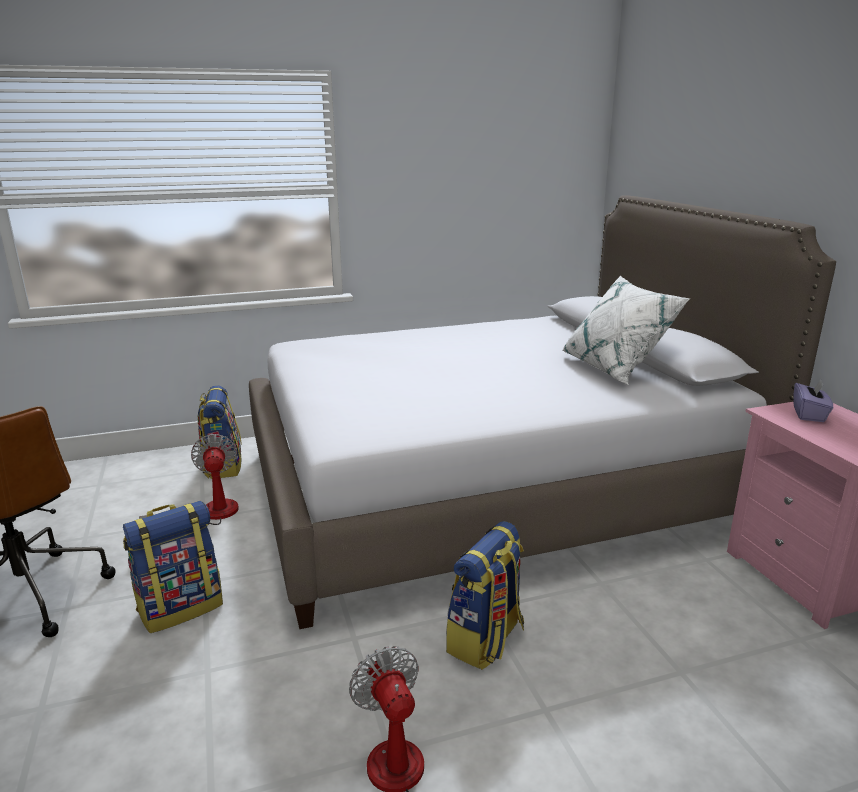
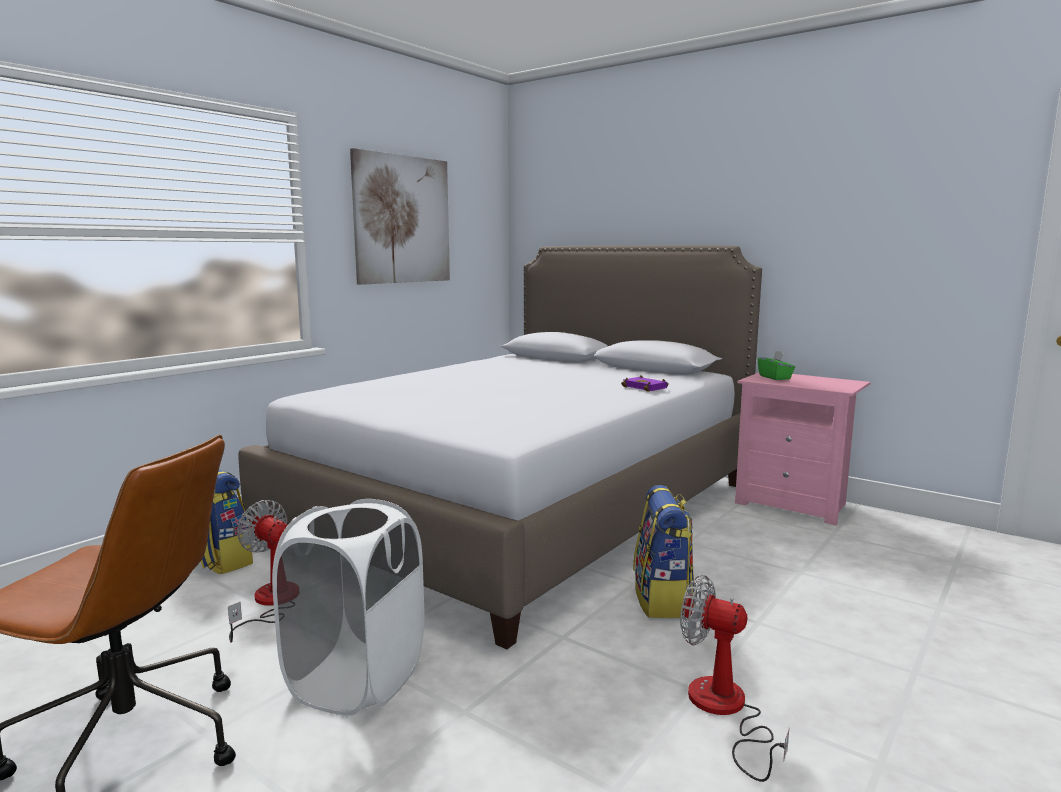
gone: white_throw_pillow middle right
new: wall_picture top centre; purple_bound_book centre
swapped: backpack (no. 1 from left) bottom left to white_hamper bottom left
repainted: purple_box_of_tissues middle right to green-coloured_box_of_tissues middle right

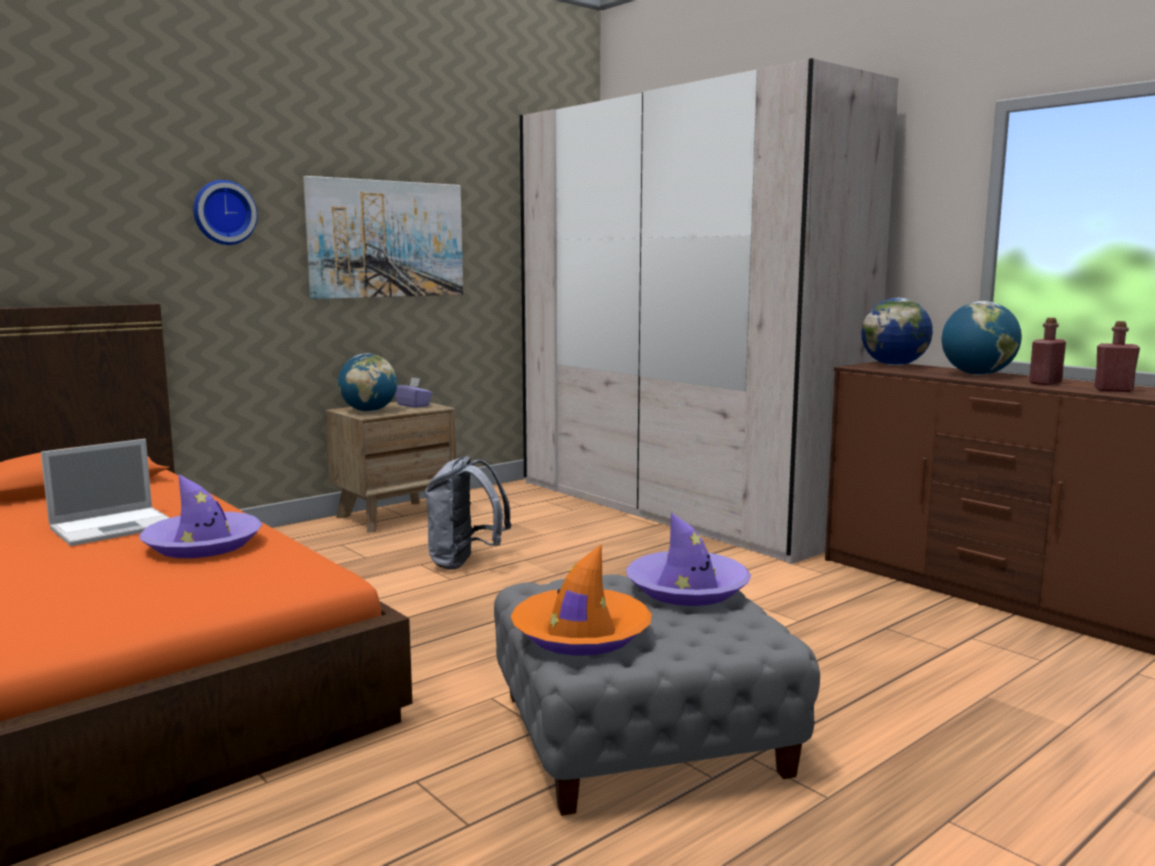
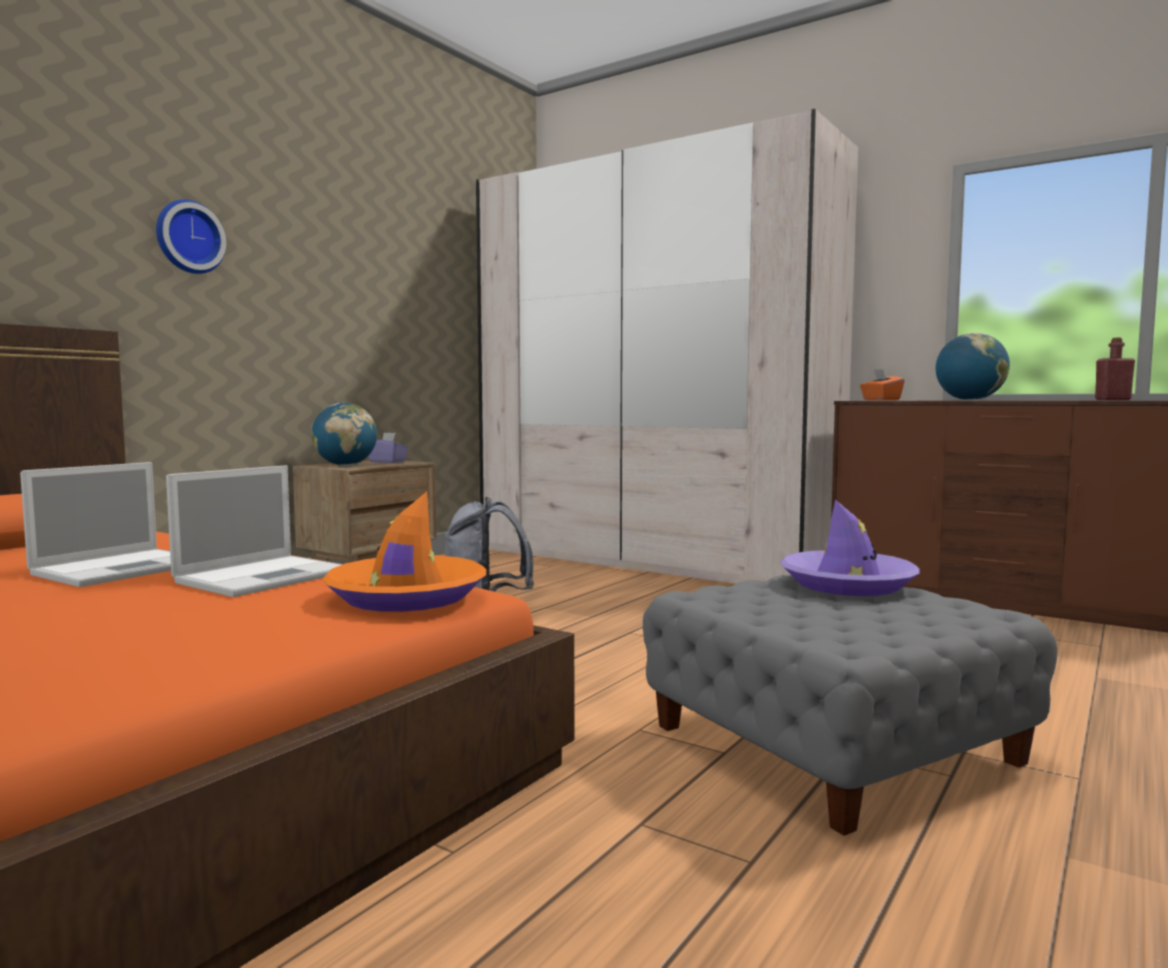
gone: wall_picture top left; red-coloured_drink_bottle (no. 1 from left) middle right
shifted: orange_clothing_hat bottom centre to centre
swapped: desk_globe (no. 2 from left) middle right to orange_box_of_tissues middle right; purple_clothing_hat (no. 1 from left) middle left to laptop (no. 2 from left) middle left

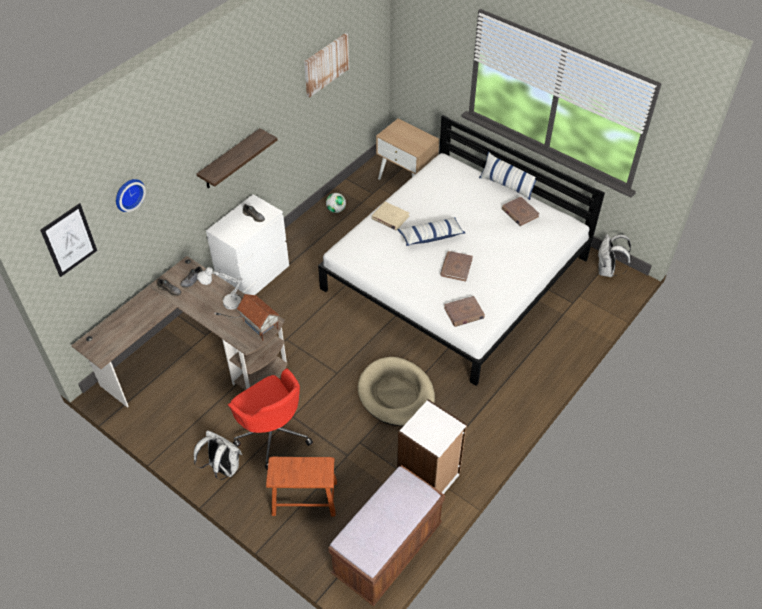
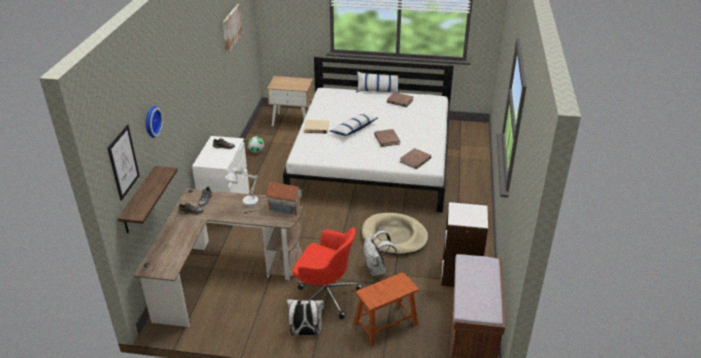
shifted: wall_shelf top left to middle left; white_backpack (no. 2 from left) middle right to bottom centre

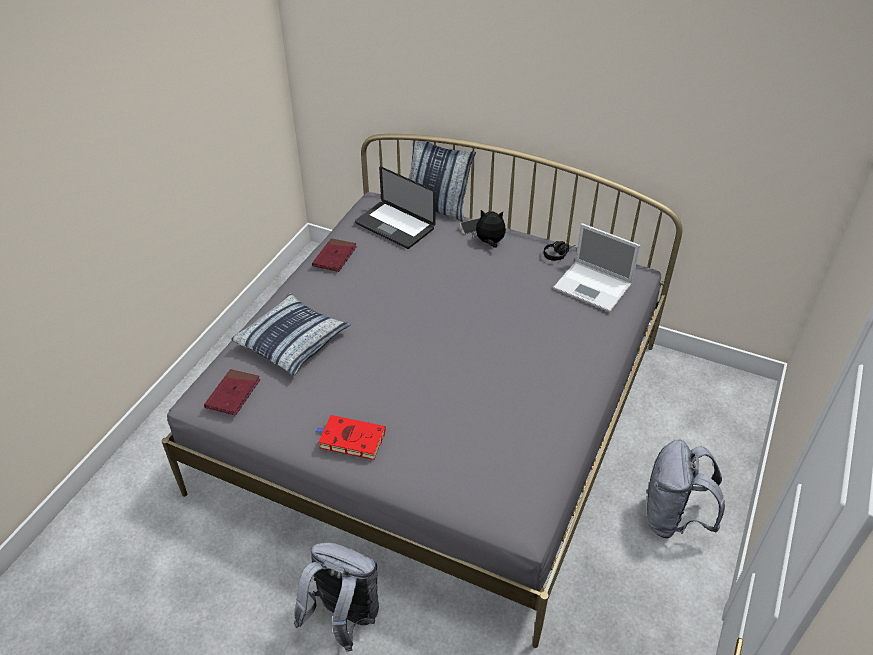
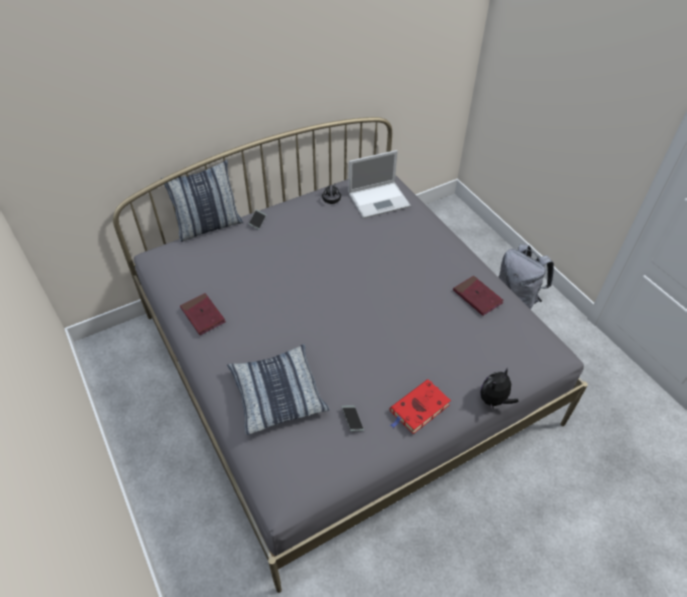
gone: laptop (no. 1 from left) top centre; greyish_backpack (no. 1 from left) bottom centre
new: phone (no. 2 from left) bottom centre
shifted: cuddly_toy centre to middle right; red-coloured_bound_book (no. 1 from left in the first image) middle left to red-coloured_bound_book (no. 3 from left) middle right

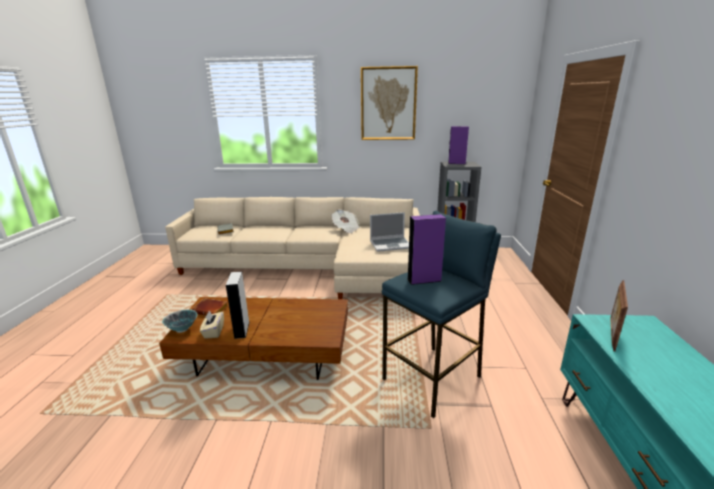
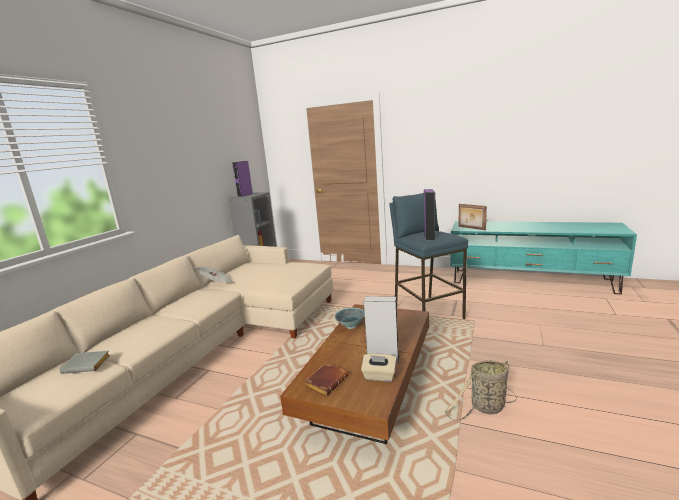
gone: wall_picture top centre; laptop centre
new: basket bottom right
shifted: bowl middle left to centre

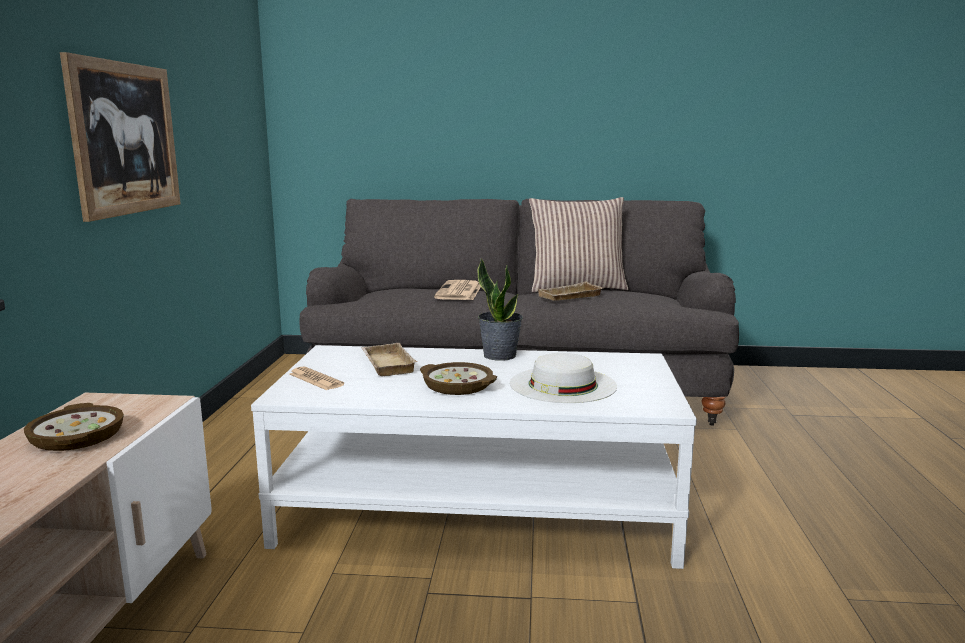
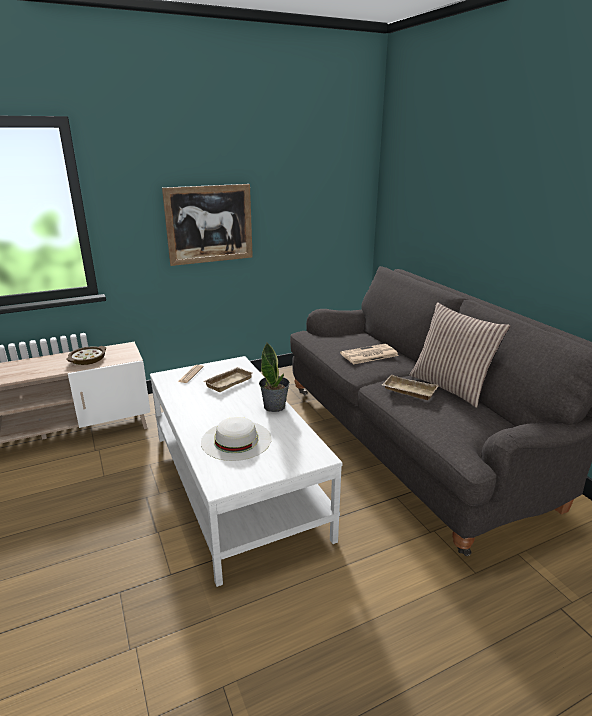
gone: bowl (no. 2 from left) centre

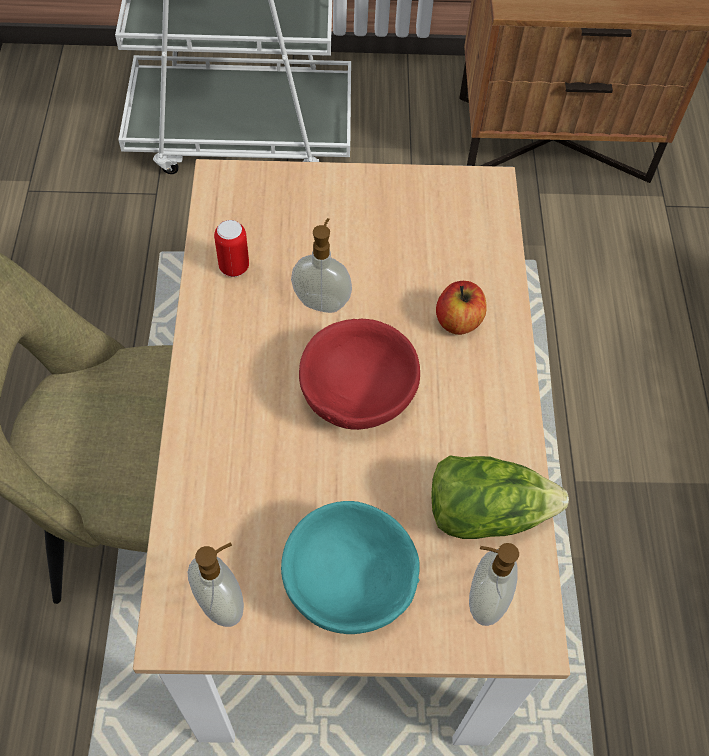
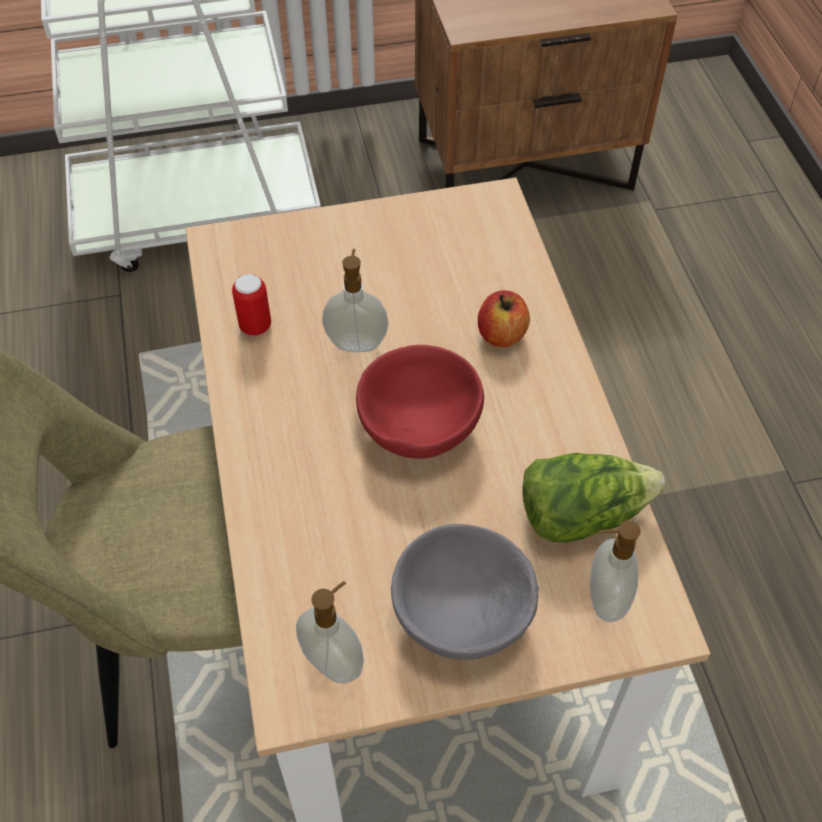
repainted: turquoise_bowl bottom centre to greyish_bowl bottom centre

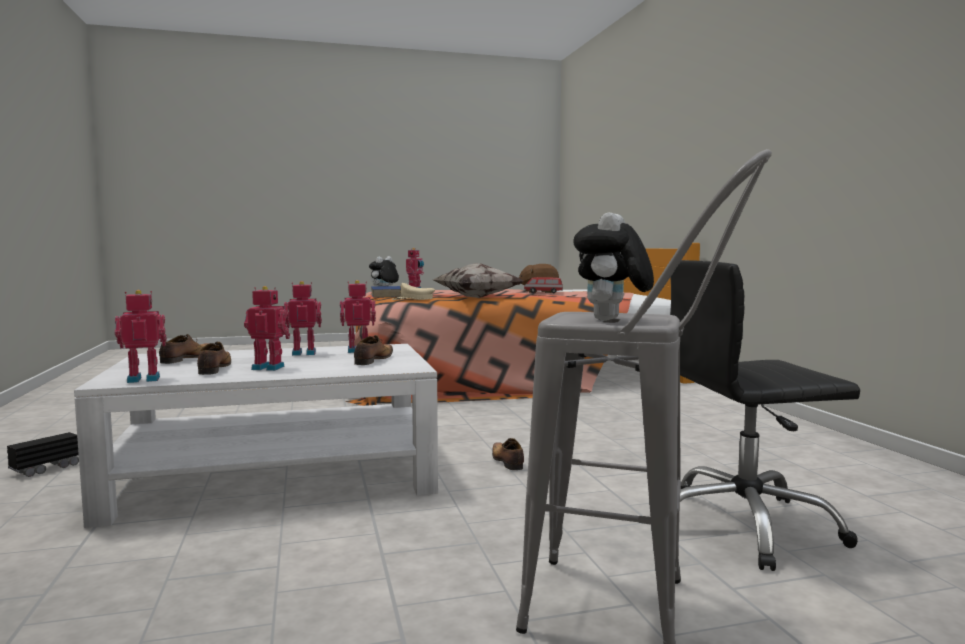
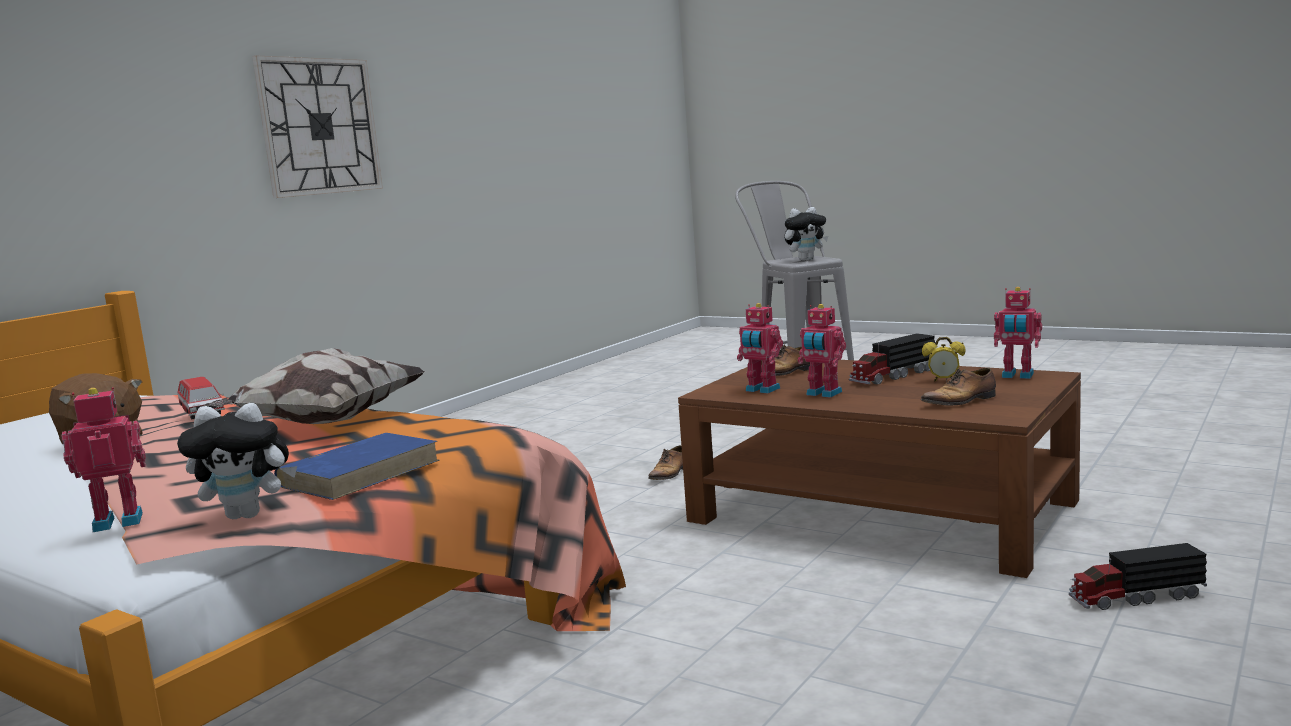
gone: black_office_chair middle right; sand-coloured_cap centre
new: wall_clock top left
swapped: toy_robot (no. 2 from left) middle left to toy_truck (no. 1 from left) middle right; item_of_footwear (no. 2 from left) middle left to alarm_clock middle right
repainted: white_low_table bottom left to brown-coloured_low_table middle right

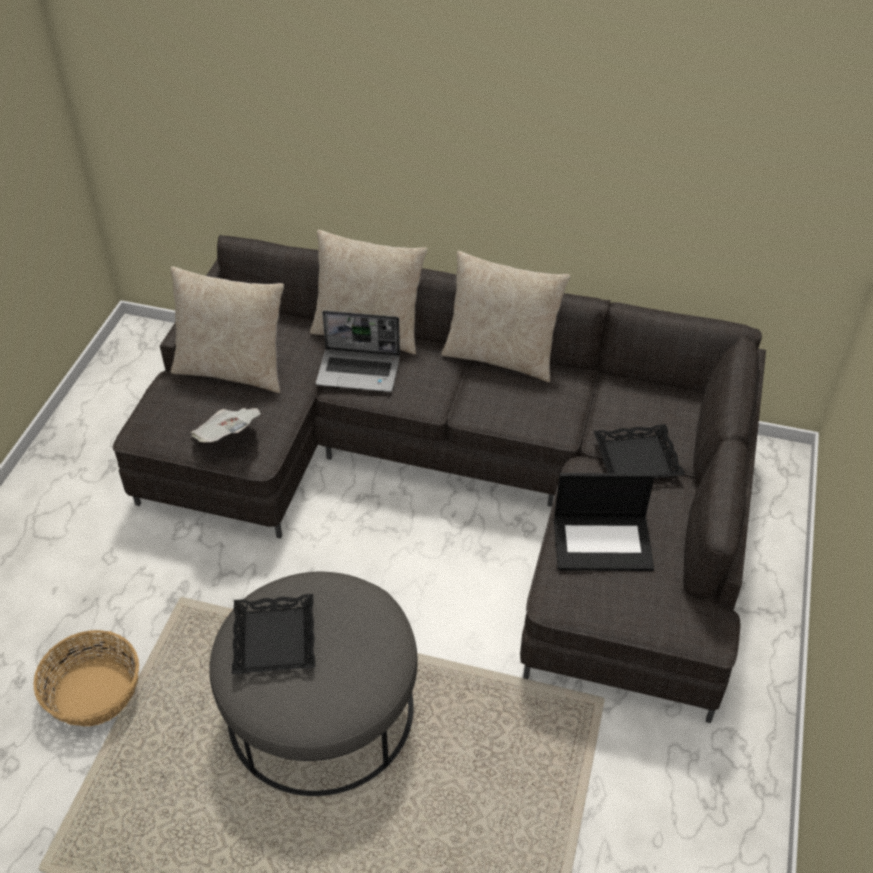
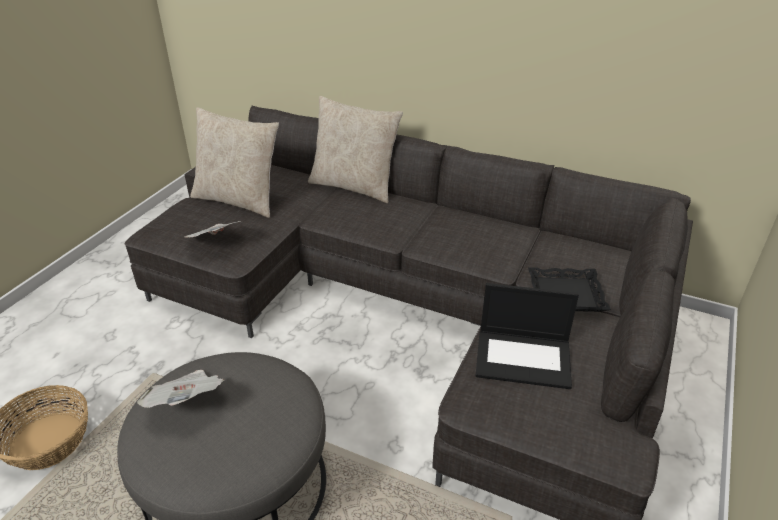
gone: sand-coloured_throw_pillow (no. 3 from left) centre; laptop (no. 1 from left) centre
swapped: black_serving_tray (no. 1 from left) bottom left to newspaper (no. 1 from left) bottom left

